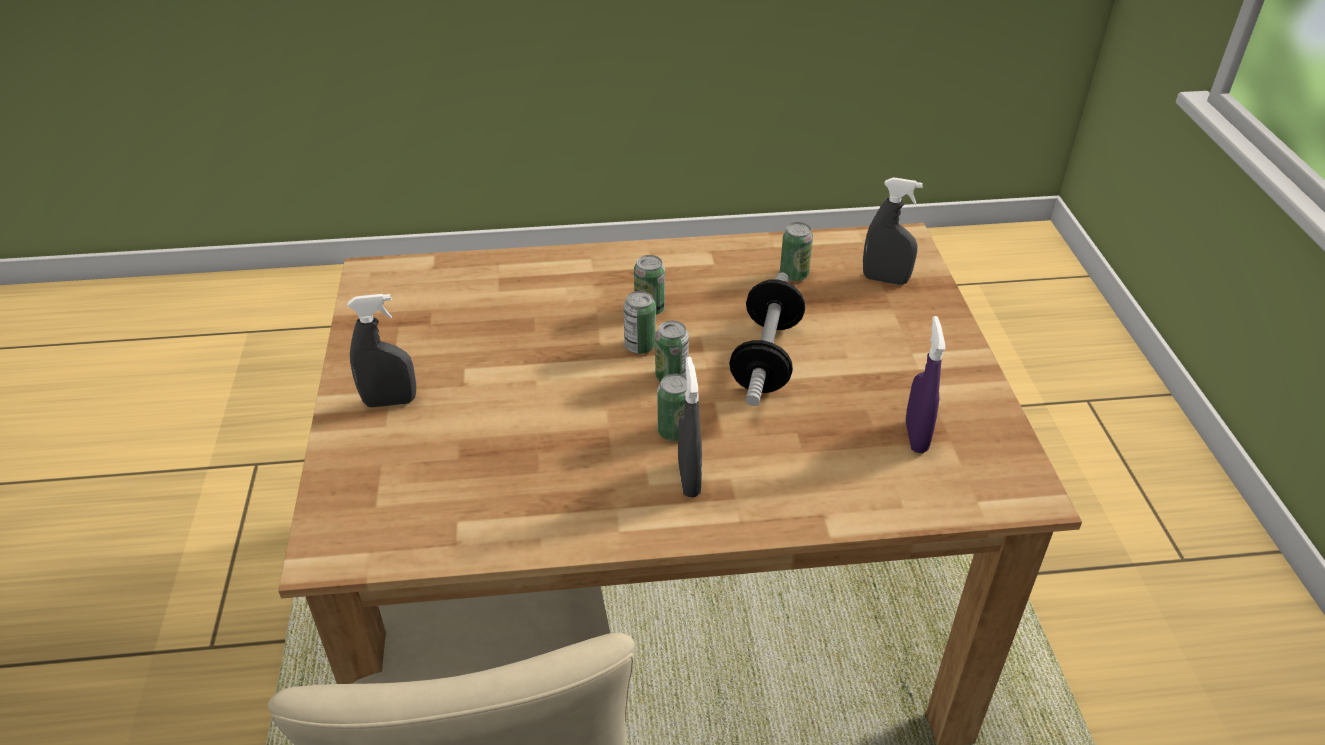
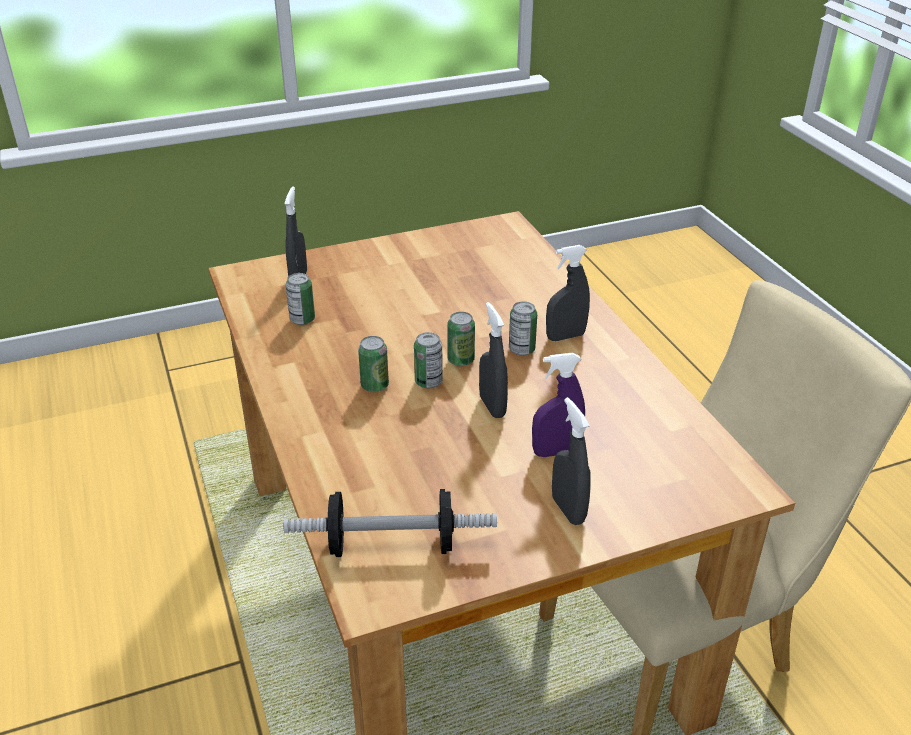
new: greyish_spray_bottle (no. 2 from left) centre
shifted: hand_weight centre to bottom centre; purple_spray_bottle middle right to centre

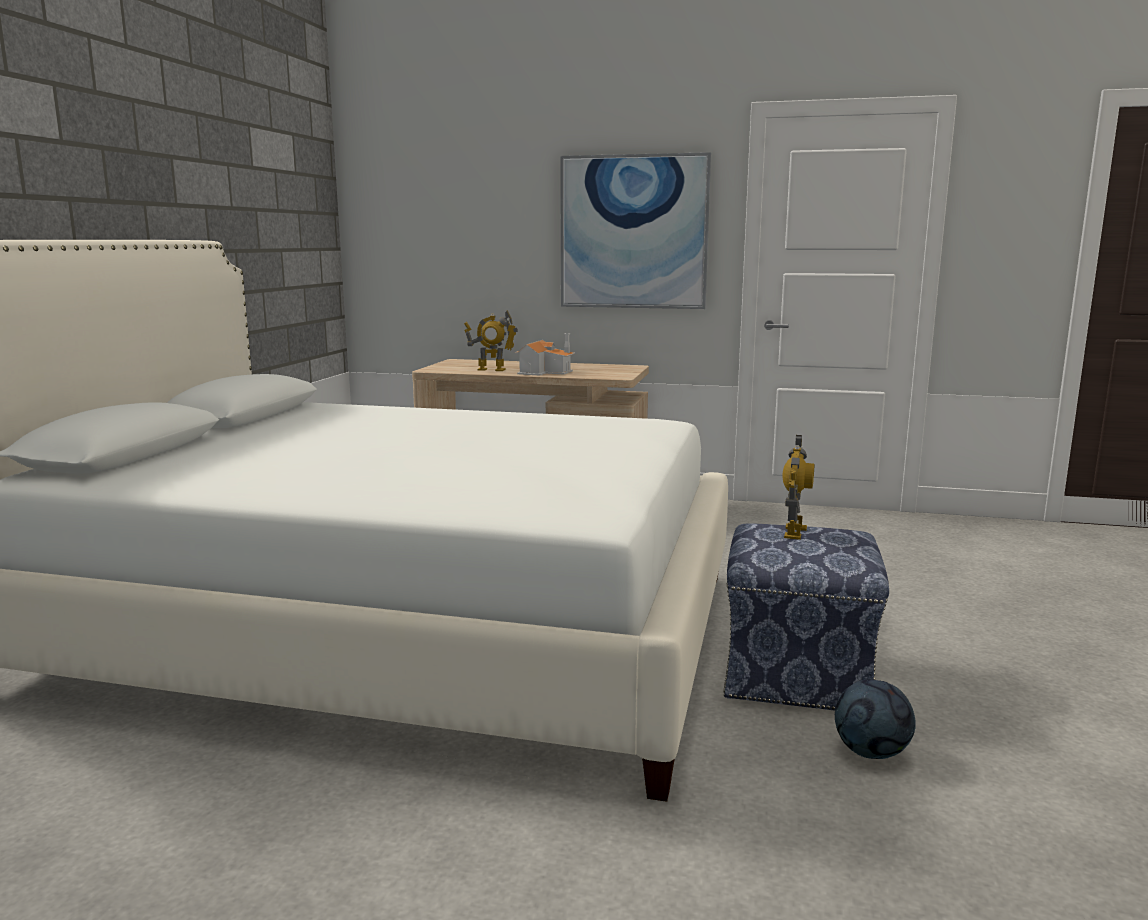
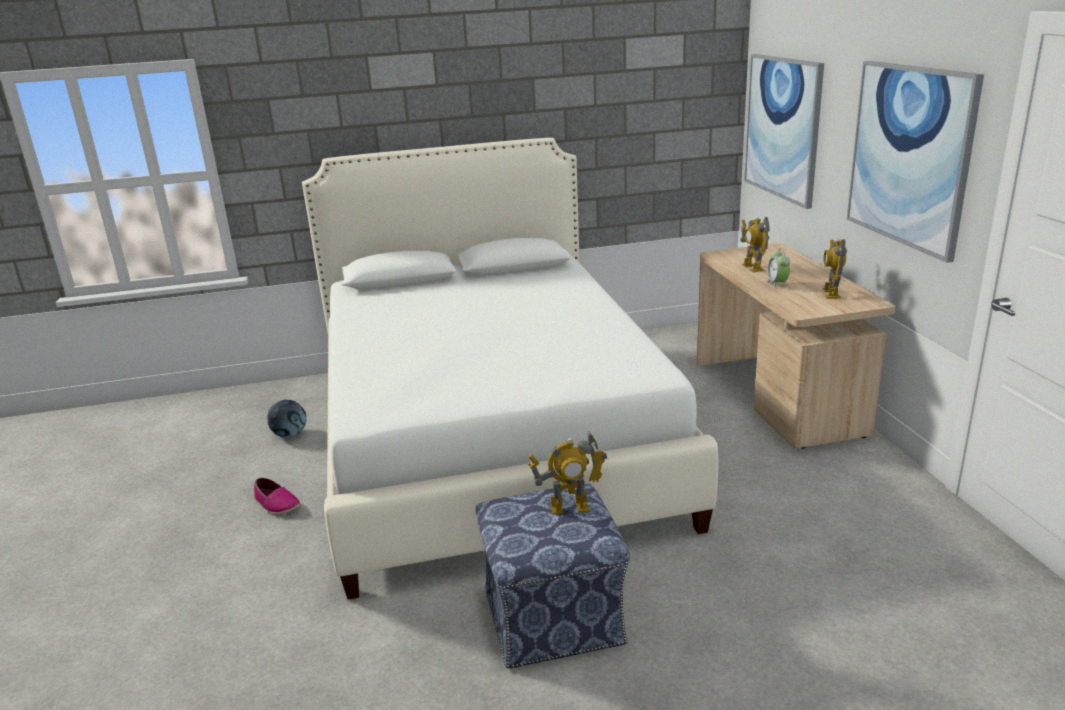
new: wall_picture (no. 1 from left) top right; toy_robot (no. 3 from left) middle right; item_of_footwear bottom left
shifted: football bottom right to middle left
swapped: miniature_house centre to alarm_clock middle right

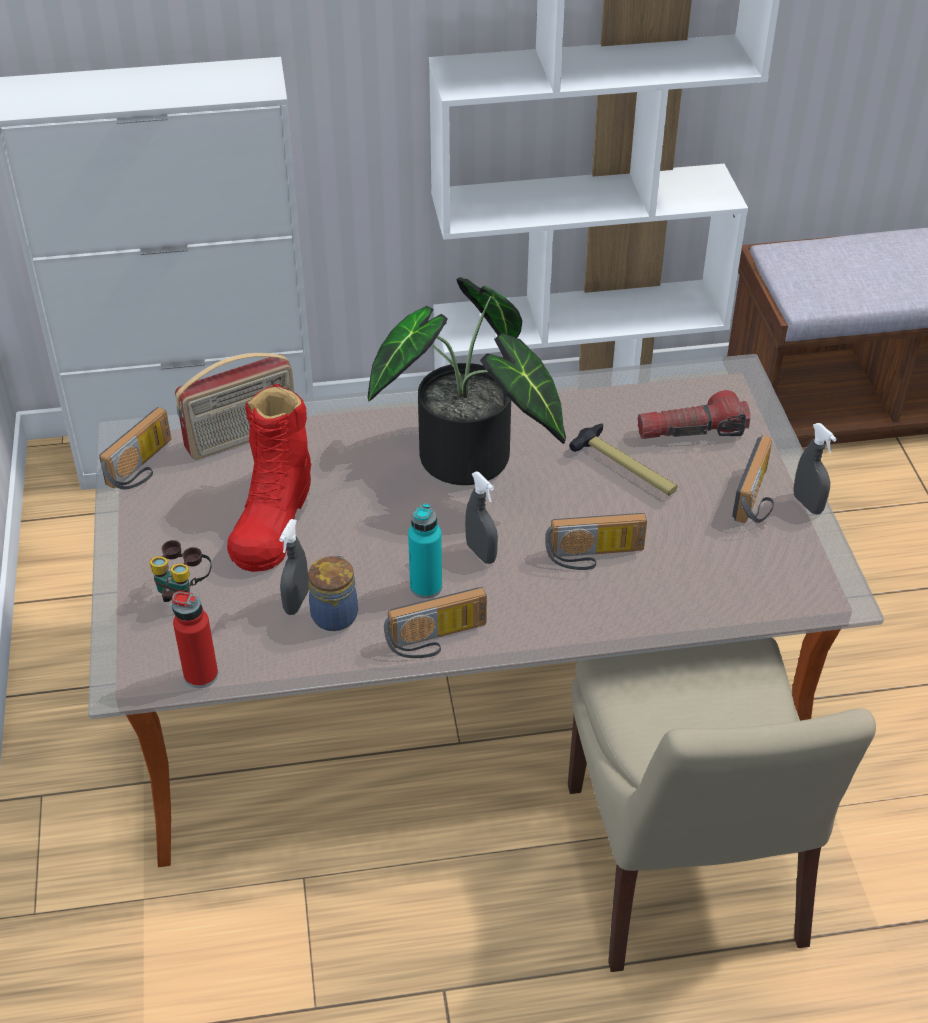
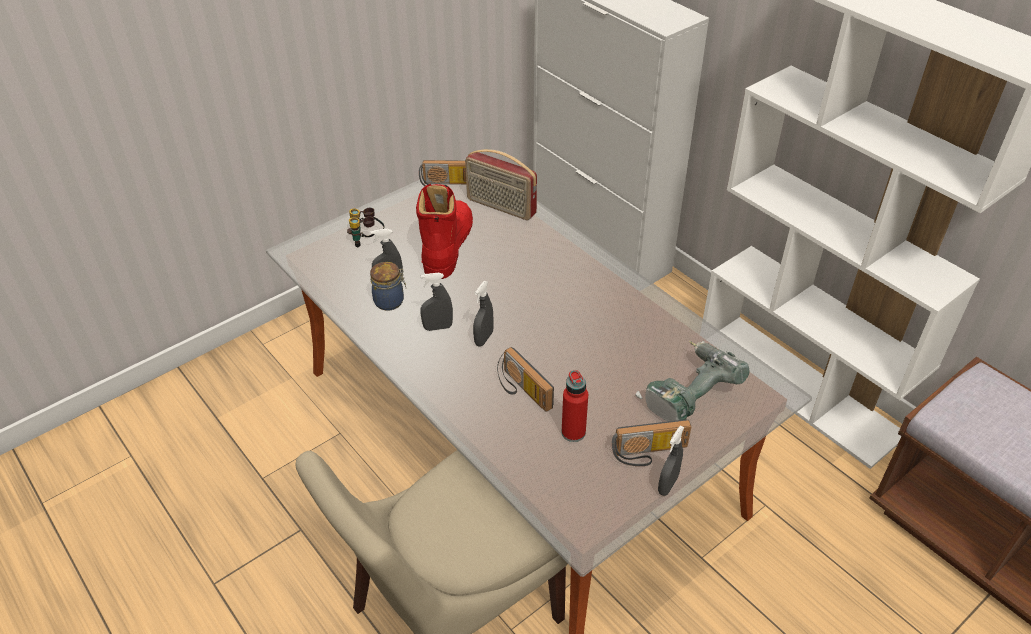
gone: potted_plant centre; tool_hammer middle right; radio (no. 3 from left) centre
shifted: red-coloured_drink_bottle middle left to centre
swapped: torch middle right to power_drill middle right; turquoise_drink_bottle centre to greyish_spray_bottle (no. 2 from left) centre
rotated: red-coloured_boot middle left = centre 120 degrees clockwise

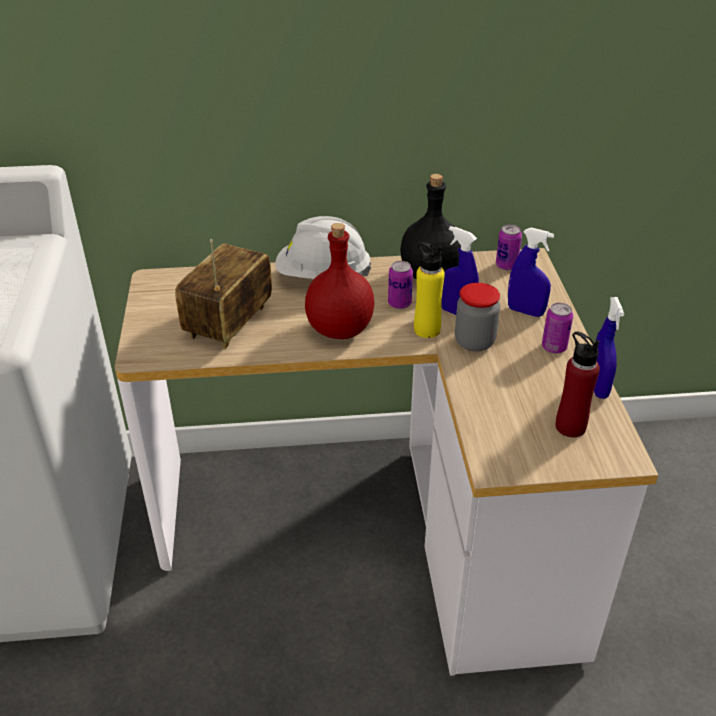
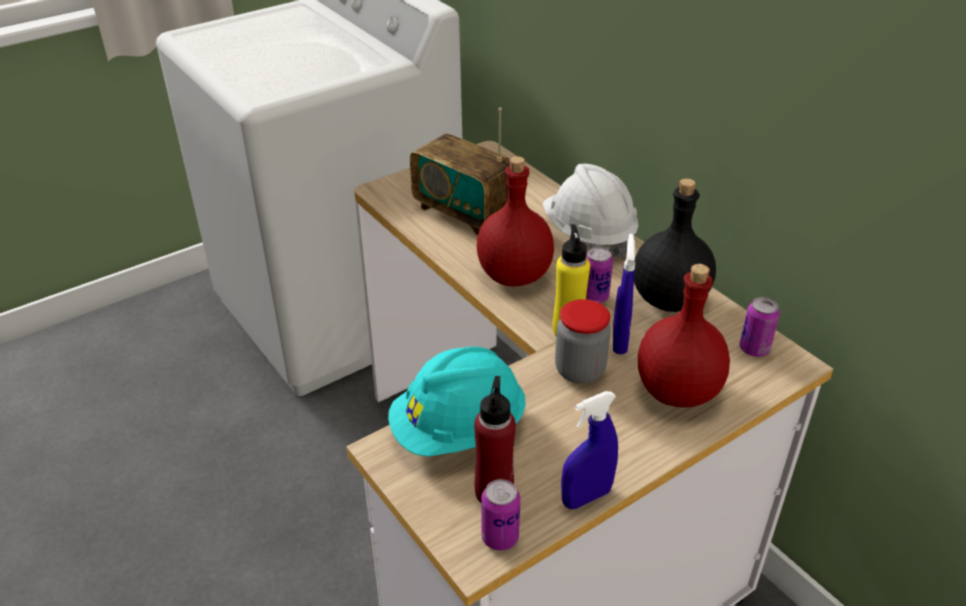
new: turquoise_work_helmet centre
shifted: sealed_can (no. 3 from left in the first image) middle right to sealed_can (no. 1 from left) bottom centre
swapped: blue_spray_bottle (no. 2 from left) middle right to red-coloured_drink_bottle (no. 3 from left) middle right
rotated: radio middle left = top centre 135 degrees counterclockwise

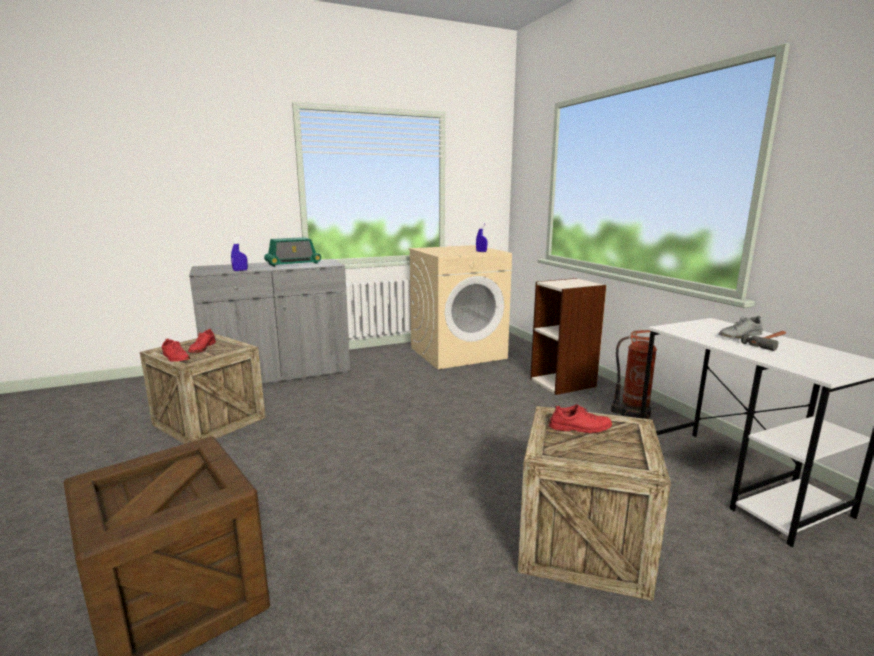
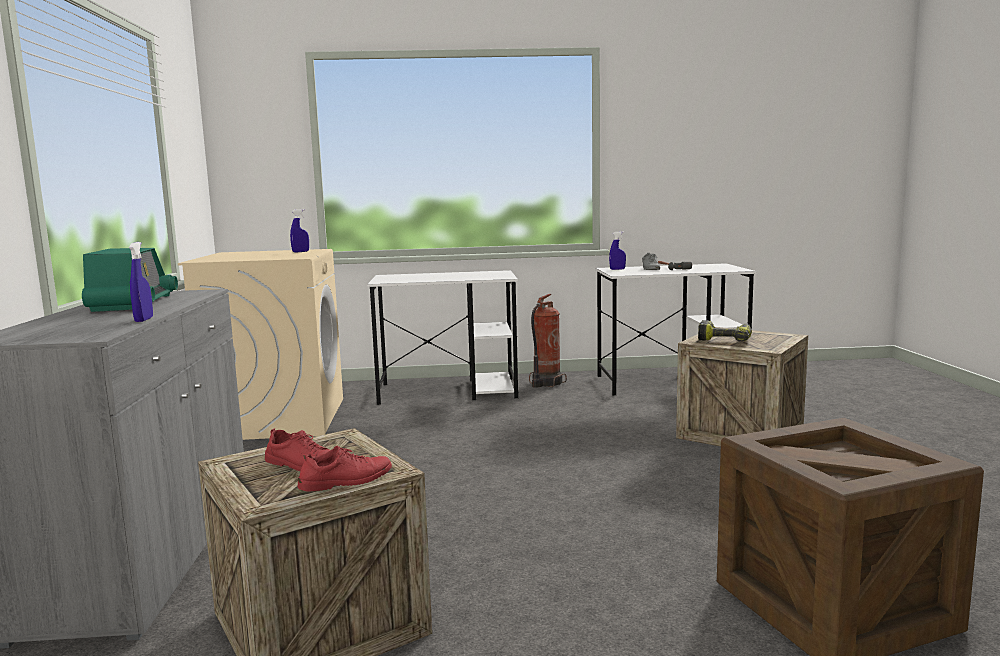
new: blue_spray_bottle (no. 3 from left) centre
swapped: bookcase centre to white_desk (no. 1 from left) centre; red-coloured_item_of_footwear (no. 3 from left) centre to power_drill middle right

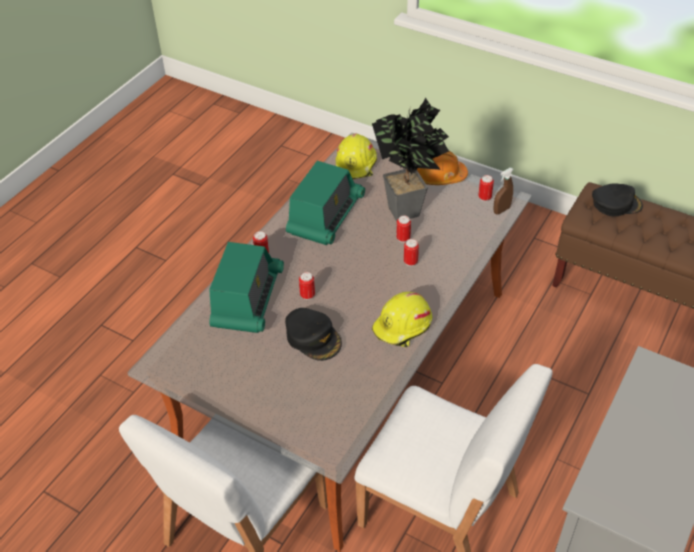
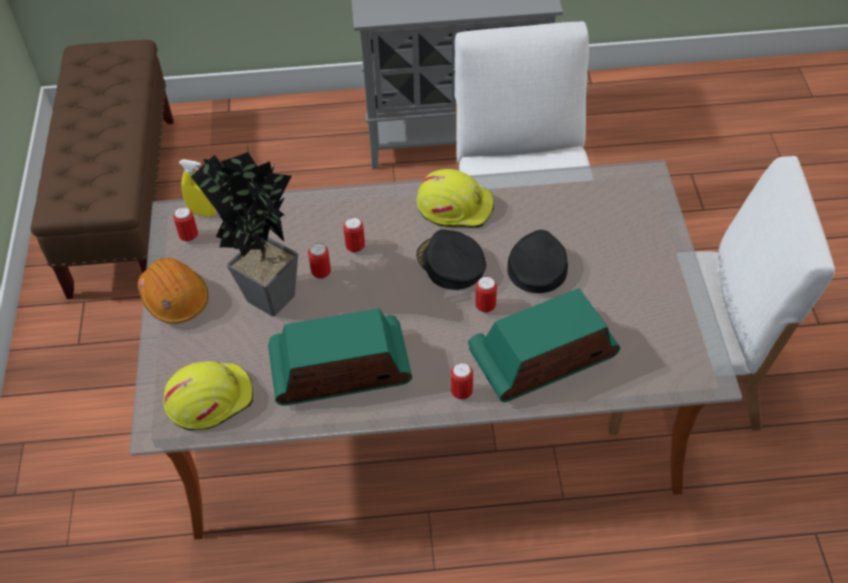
shifted: black_cap (no. 2 from left in the first image) middle right to black_cap (no. 1 from left) centre
repainted: brown-coloured_spray_bottle middle right to yellow_spray_bottle top left

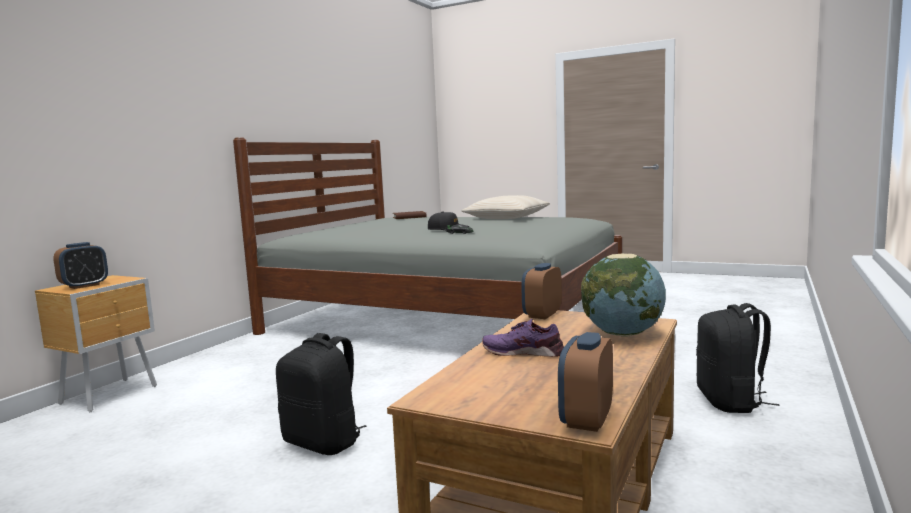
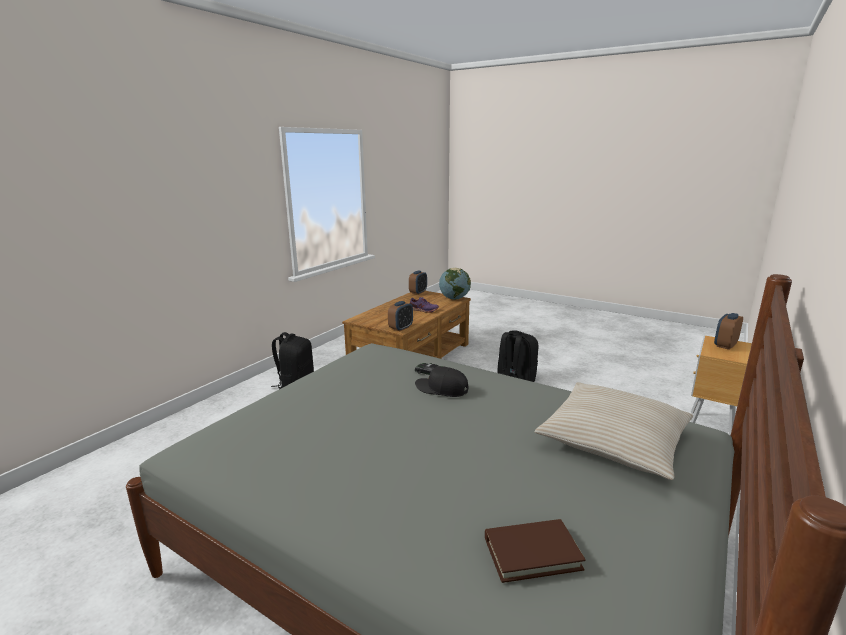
shifted: sand-coloured_throw_pillow centre to bottom right; desk_globe middle right to centre

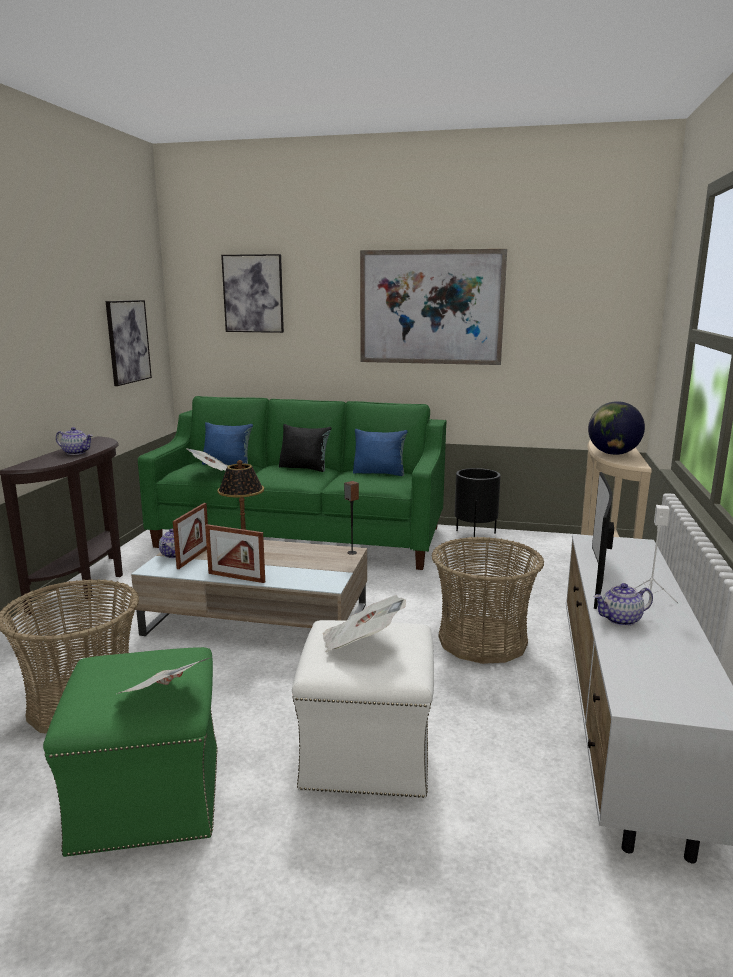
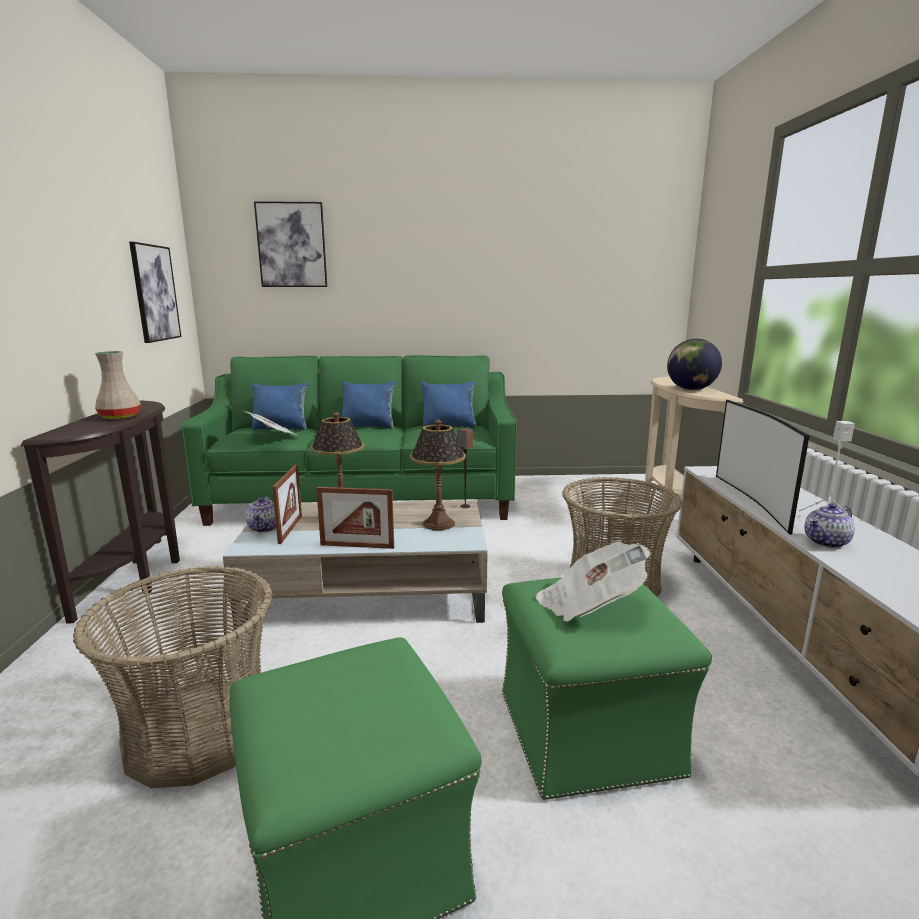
gone: wall_picture (no. 3 from left) top centre; black_flower_pot centre; newspaper (no. 1 from left) bottom left
new: table_lamp (no. 2 from left) centre
swapped: pot_for_tea (no. 1 from left) middle left to sand-coloured_vase middle left
repainted: black_throw_pillow centre to blue_throw_pillow (no. 2 from left) centre; white_pouffe bottom centre to green-coloured_pouffe (no. 2 from left) bottom centre

